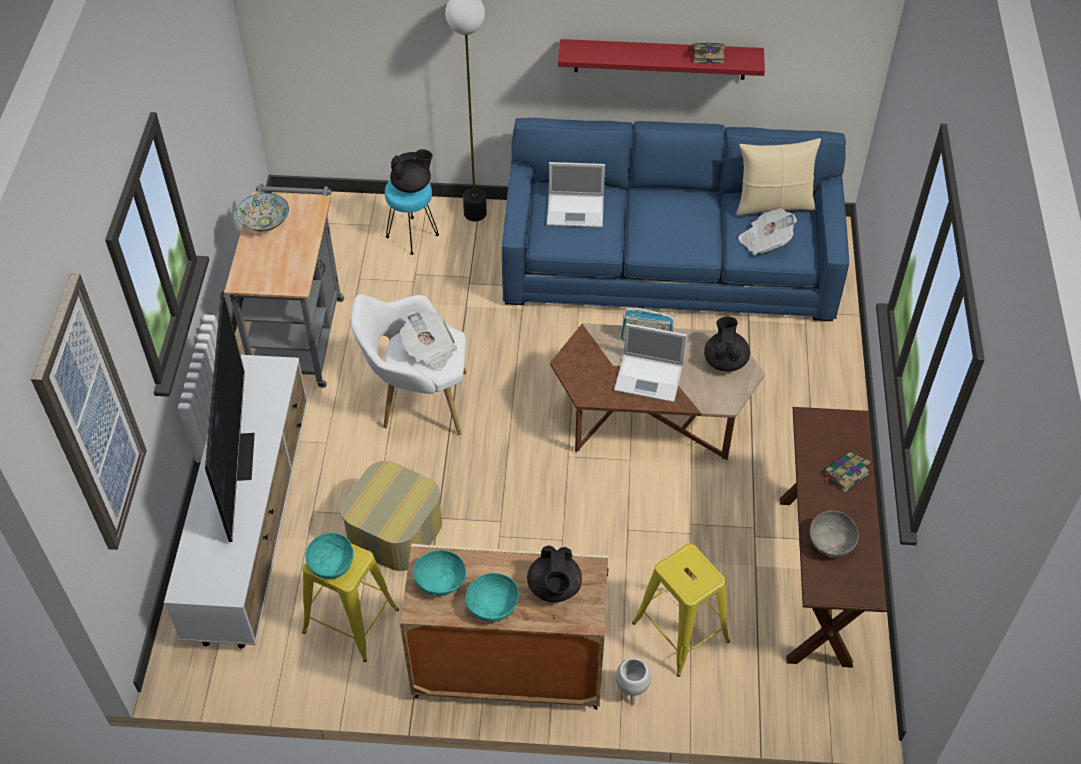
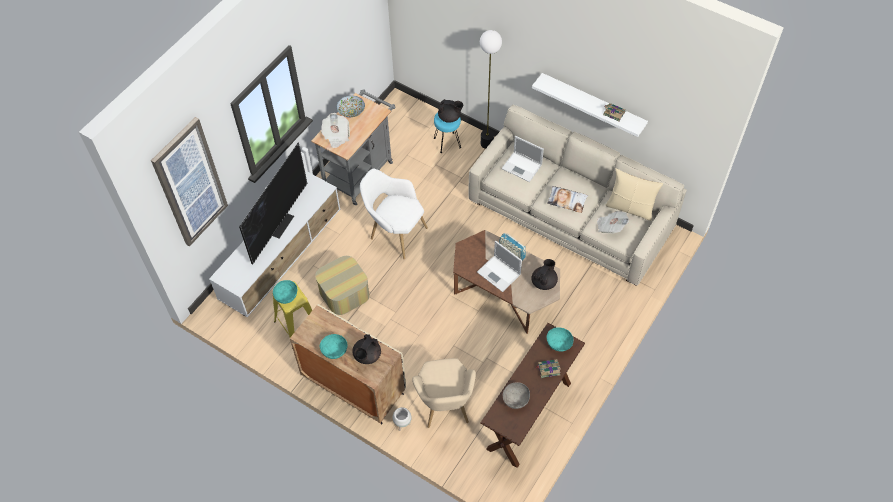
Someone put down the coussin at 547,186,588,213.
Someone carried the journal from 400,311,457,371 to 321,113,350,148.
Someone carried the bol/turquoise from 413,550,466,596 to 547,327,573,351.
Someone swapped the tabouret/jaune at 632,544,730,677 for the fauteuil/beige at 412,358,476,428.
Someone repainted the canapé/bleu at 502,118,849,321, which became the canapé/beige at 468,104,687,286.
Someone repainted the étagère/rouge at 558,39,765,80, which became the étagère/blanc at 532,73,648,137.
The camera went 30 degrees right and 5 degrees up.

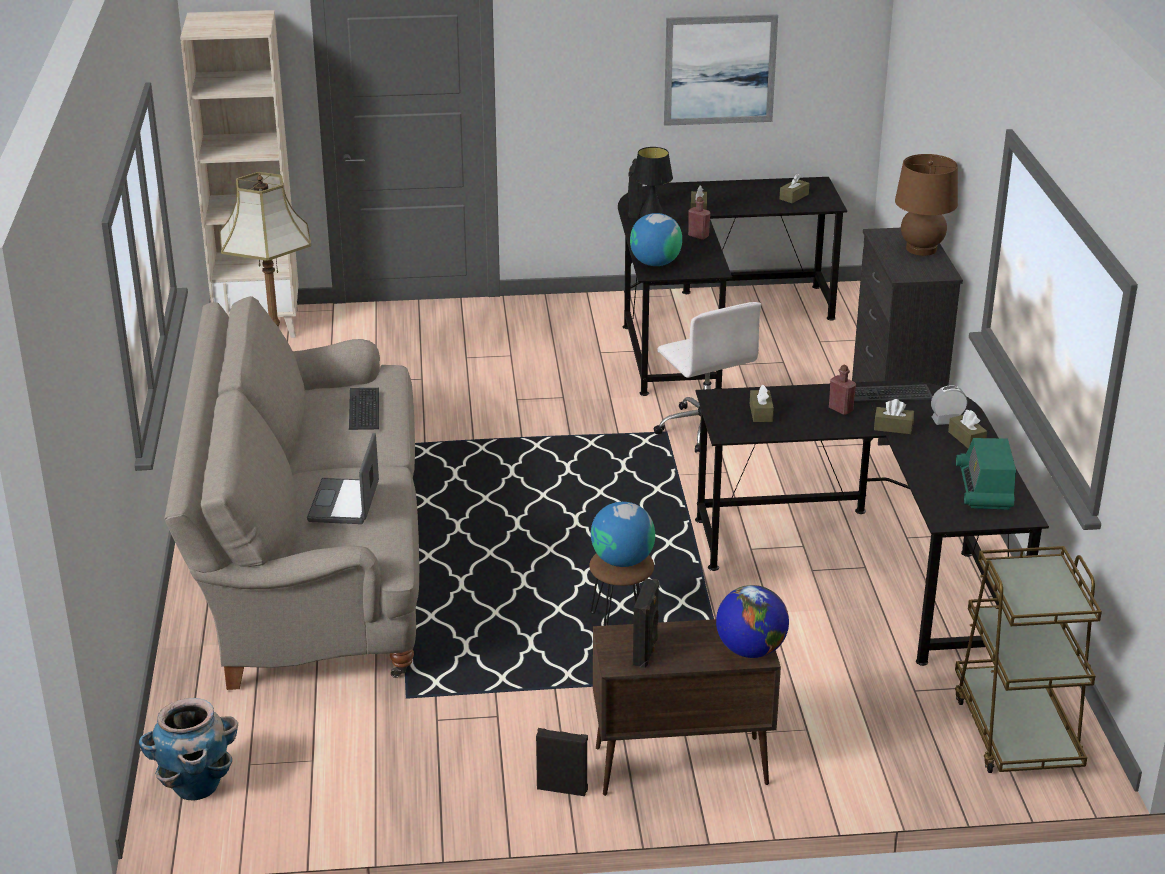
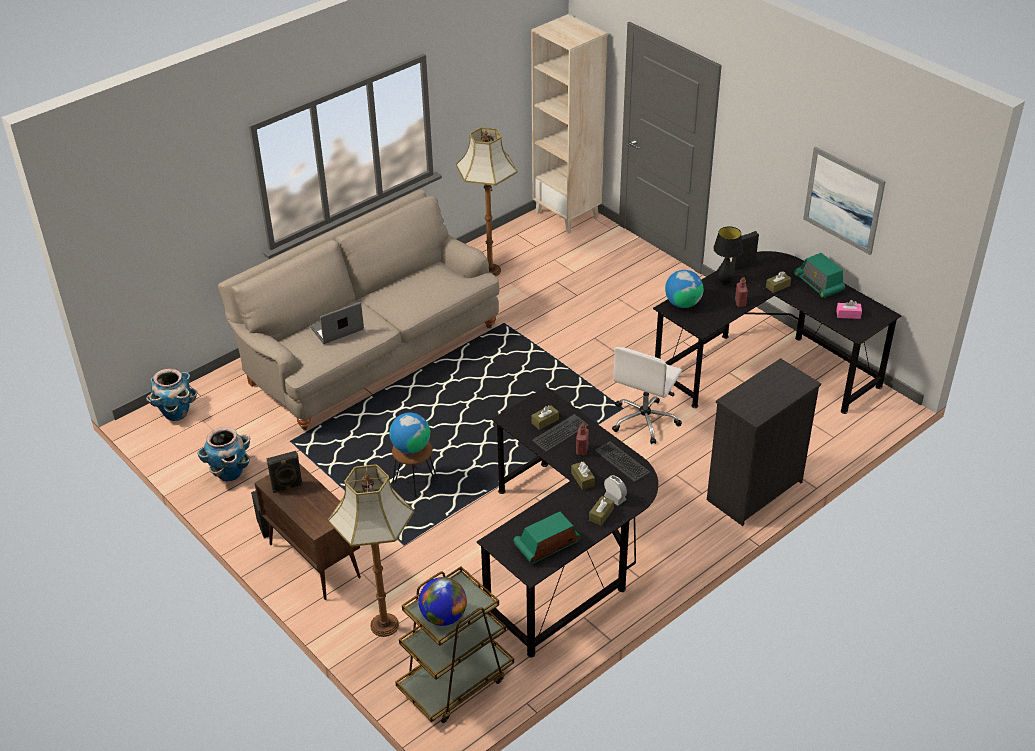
Someone took away the lampe de table/marron at 895,154,958,256.
Someone put down the cache-pot at 198,427,250,481.
Someone put down the lampadaire at 328,464,414,637.
Someone put down the radio at 794,253,845,298.
Someone carried the clavier from 349,388,379,430 to 532,414,589,452.
Someone carried the globe from 716,585,789,658 to 419,577,467,626.
Someone repainted the boîte à mouchoirs/marron at 780,174,810,203, which became the boîte à mouchoirs/rose at 836,300,862,319.
The camera went 55 degrees right and 10 degrees up.

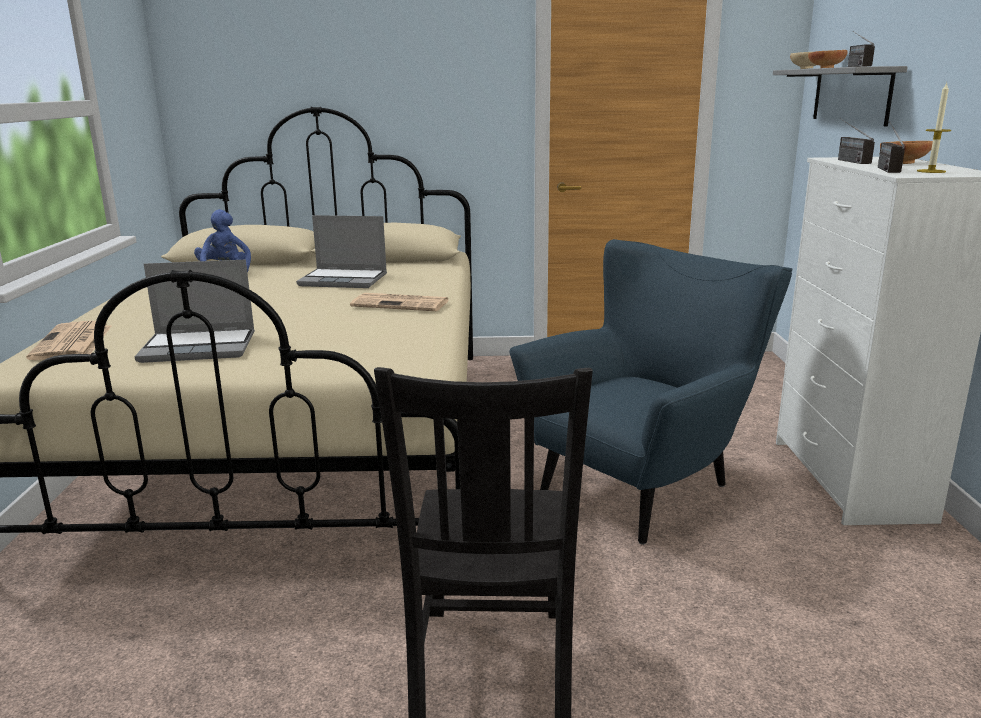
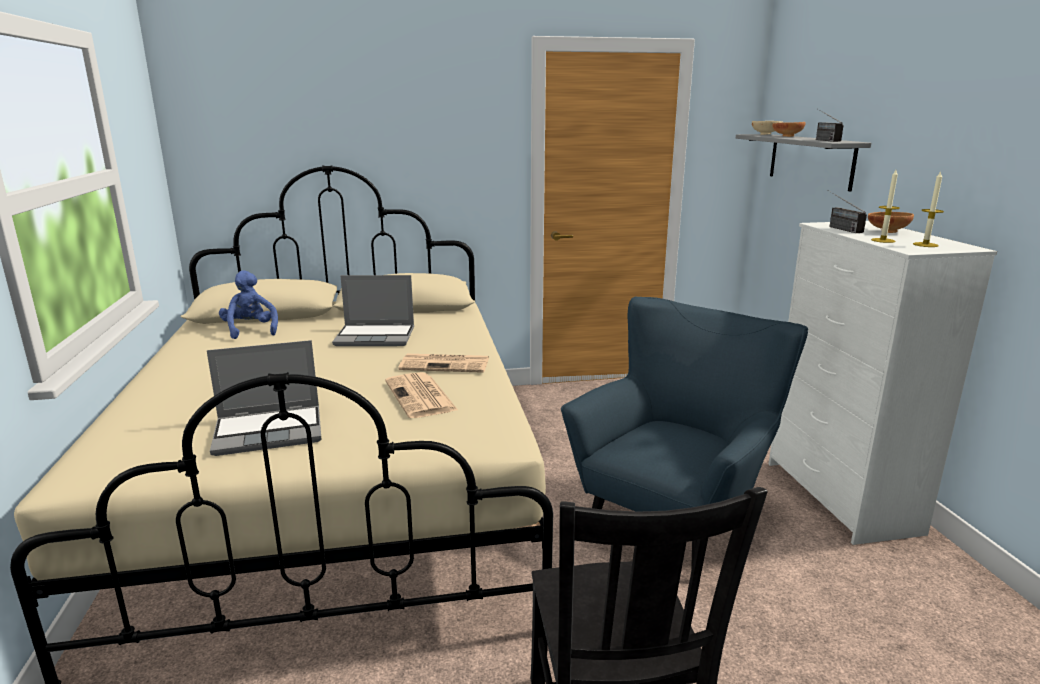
Someone carried the journal from 26,321,111,360 to 385,372,459,418.
Someone swapped the radio at 878,121,905,173 for the bougie at 871,170,900,243.
The camera went 10 degrees left and 0 degrees up.

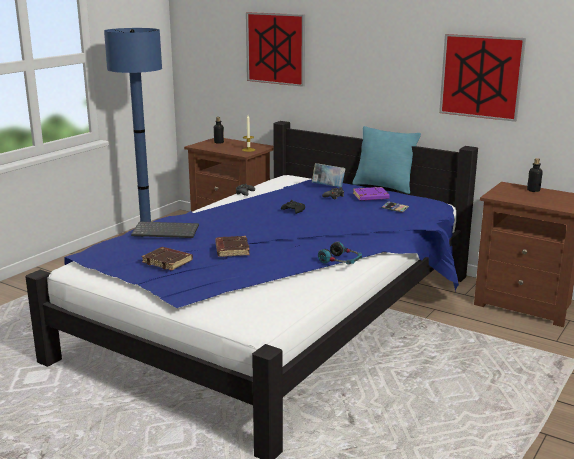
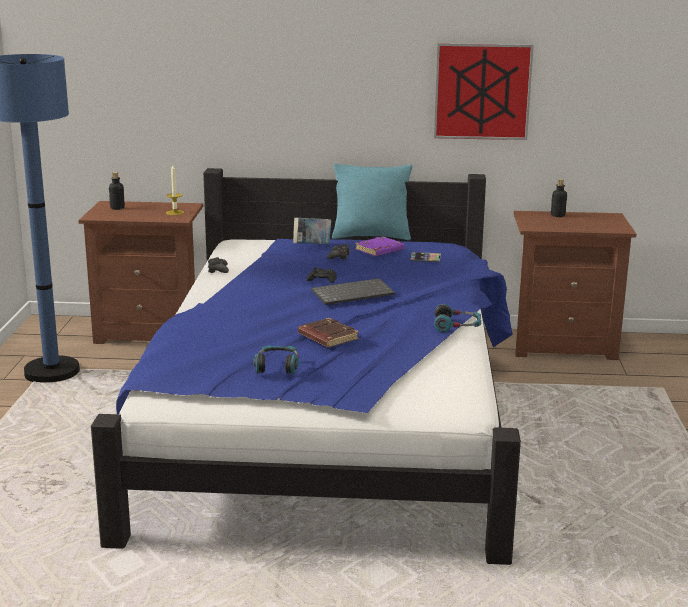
Someone took away the tableau at 246,12,305,87.
Someone carried the clavier from 131,221,199,238 to 311,278,395,305.
Someone swapped the livre/marron at 141,247,193,271 for the casque audio at 253,345,299,374.
The camera went 30 degrees left and 0 degrees up.

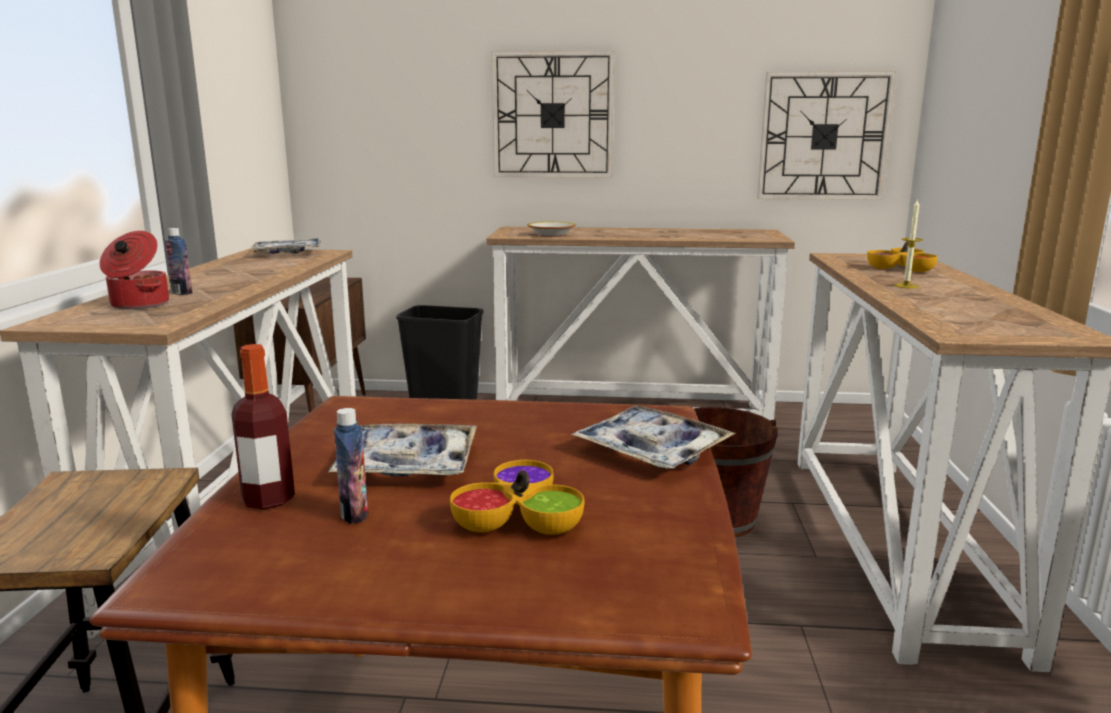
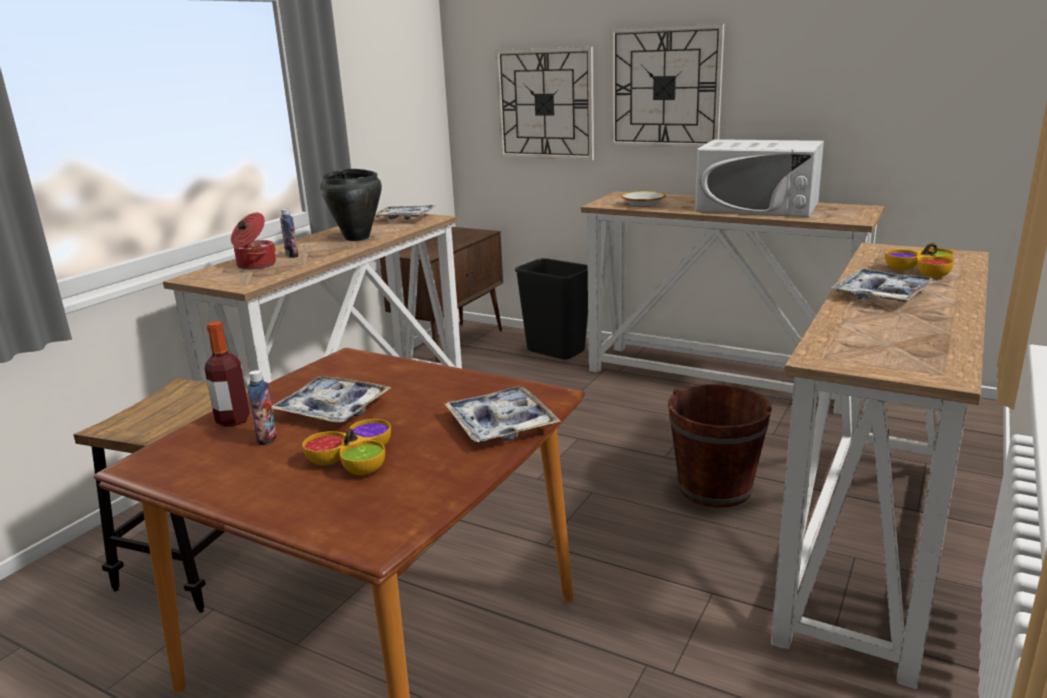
Someone put down the marmite/noir at 320,169,382,241.
Someone put down the micro-ondes/blanc at 695,139,824,217.
Someone carried the horloge murale from 757,71,896,200 to 495,47,594,160.
Someone swapped the bougie at 894,198,923,289 for the plateau at 830,269,937,302.
The camera went 25 degrees right and 5 degrees up.

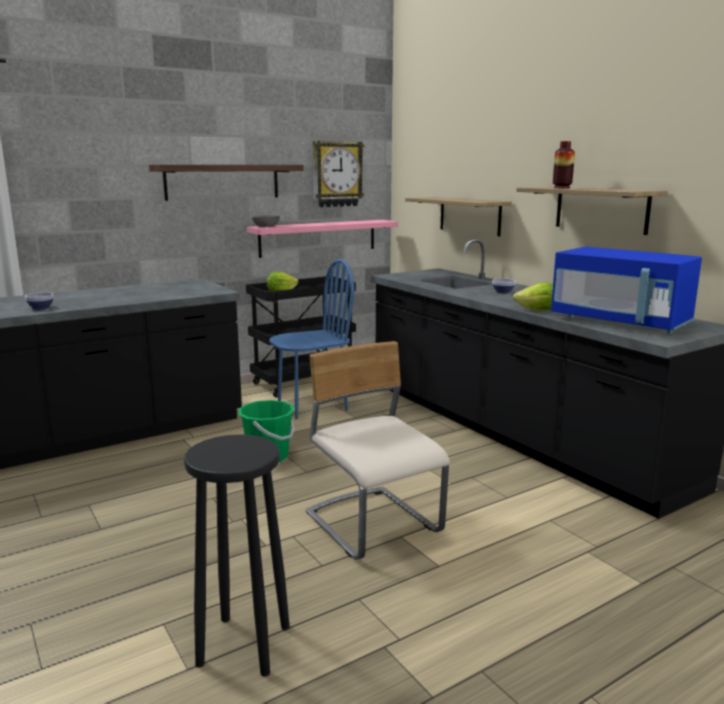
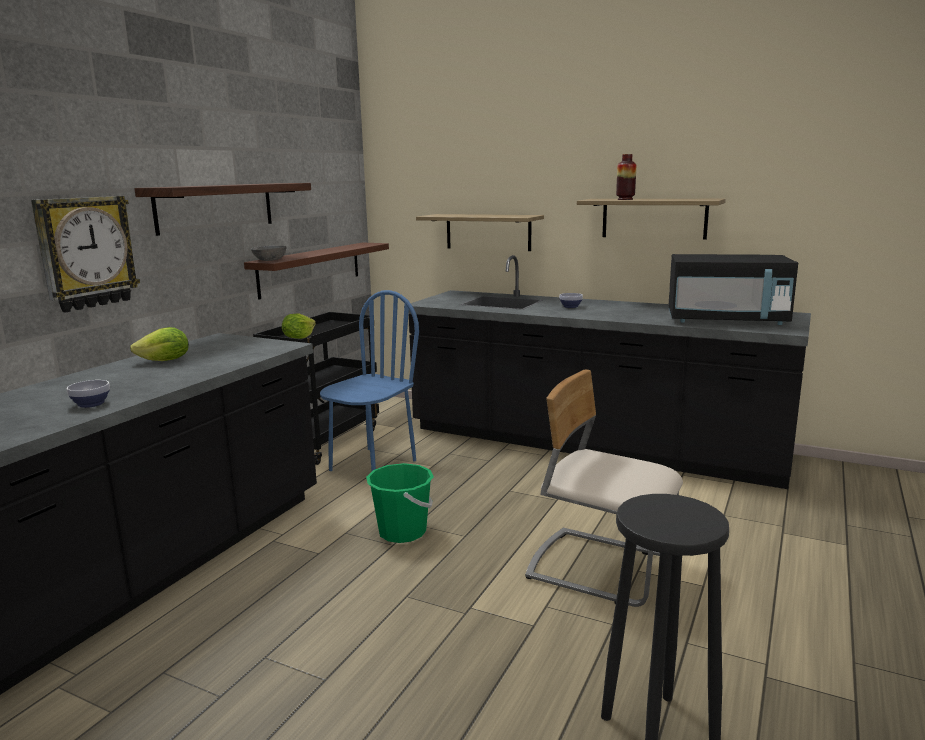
Someone carried the horloge murale from 313,141,364,207 to 31,196,140,312.
Someone carried the laitue from 513,283,553,311 to 130,327,189,361.
Someone repainted the étagère/rose at 247,220,398,258, which became the étagère/marron at 244,243,389,300.
Someone repainted the micro-ondes/bleu at 551,247,702,334, which became the micro-ondes/noir at 668,254,798,325.
The camera went 30 degrees left and 0 degrees up.

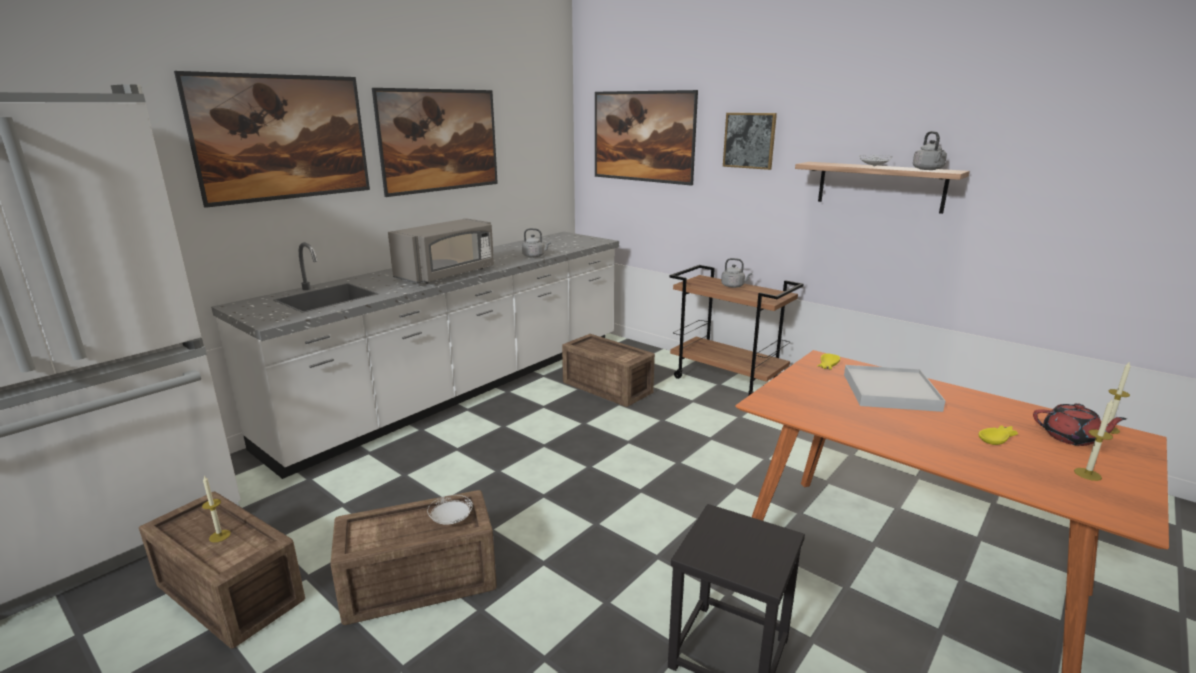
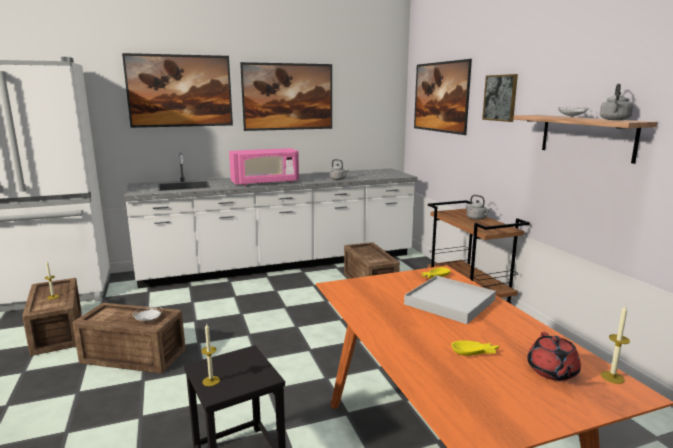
Someone carried the bougie from 1074,400,1114,481 to 201,324,220,386.
Someone repainted the micro-ondes/gris at 388,218,494,284, which became the micro-ondes/rose at 229,148,299,186.
Someone rotated the théière/rouge at 1033,403,1127,446 by 45 degrees clockwise.
The camera went 30 degrees right and 5 degrees down.

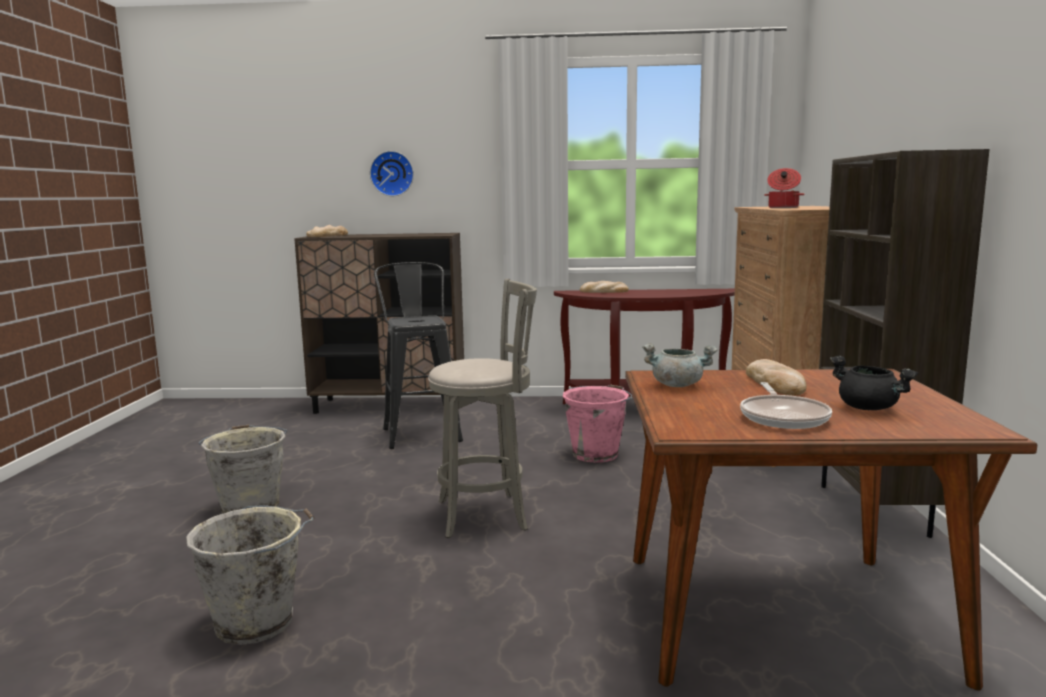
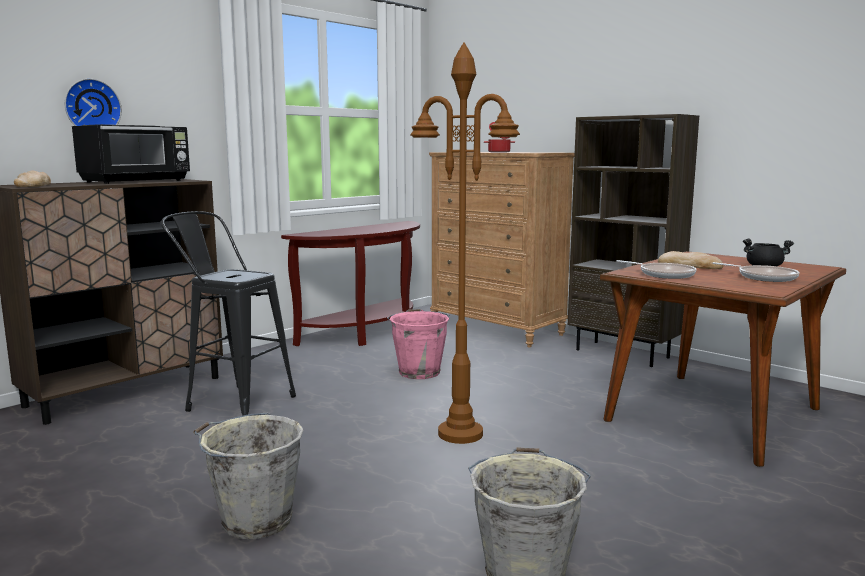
Someone took away the pain at 580,281,629,293.
Someone put down the micro-ondes/noir at 72,124,190,184.
Someone swapped the tabouret/gris at 428,279,537,538 for the lampadaire/marron at 410,43,520,444.
Someone swapped the marmite/gris at 642,343,718,387 for the poêle at 616,260,697,279.
The camera went 50 degrees left and 0 degrees up.

